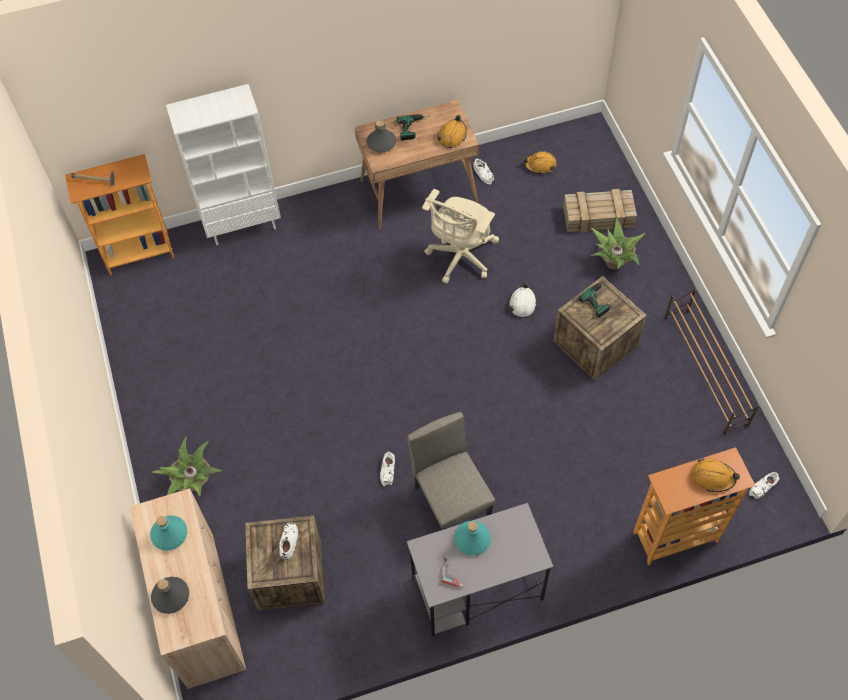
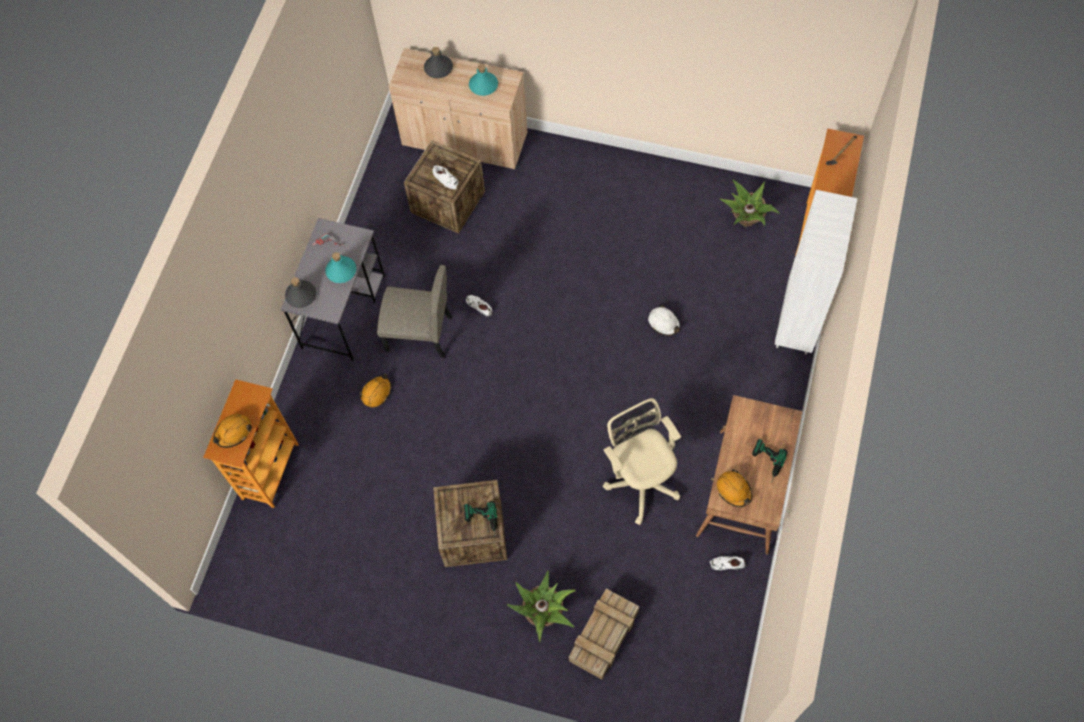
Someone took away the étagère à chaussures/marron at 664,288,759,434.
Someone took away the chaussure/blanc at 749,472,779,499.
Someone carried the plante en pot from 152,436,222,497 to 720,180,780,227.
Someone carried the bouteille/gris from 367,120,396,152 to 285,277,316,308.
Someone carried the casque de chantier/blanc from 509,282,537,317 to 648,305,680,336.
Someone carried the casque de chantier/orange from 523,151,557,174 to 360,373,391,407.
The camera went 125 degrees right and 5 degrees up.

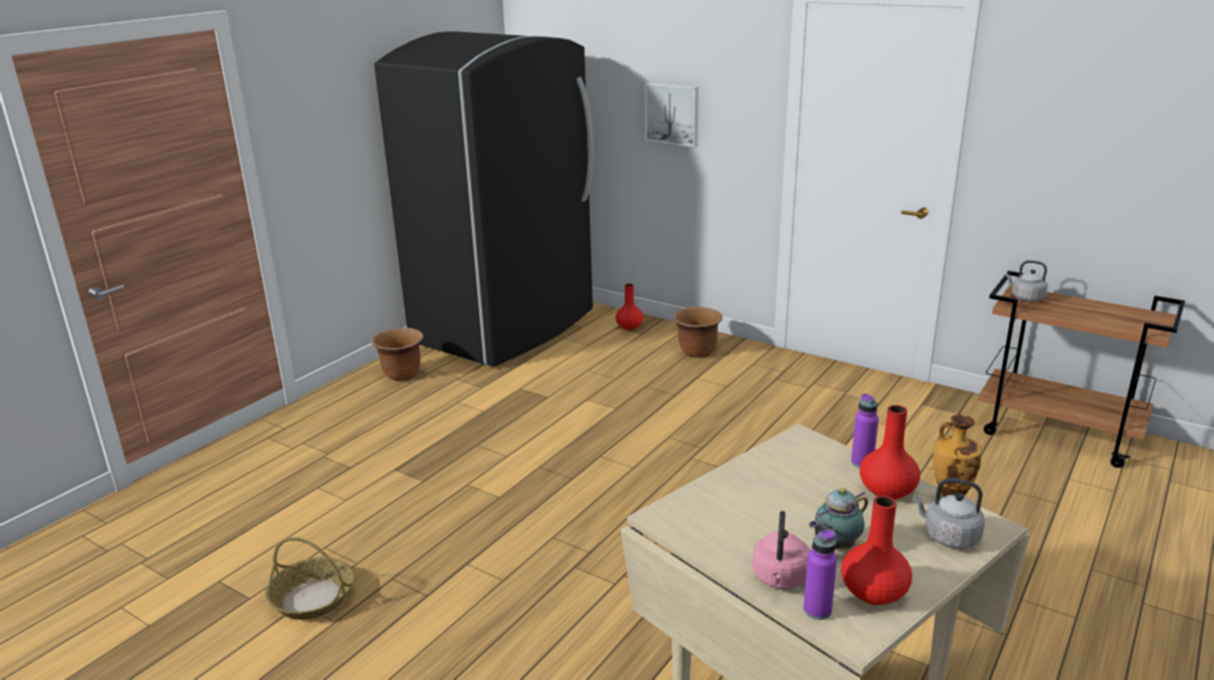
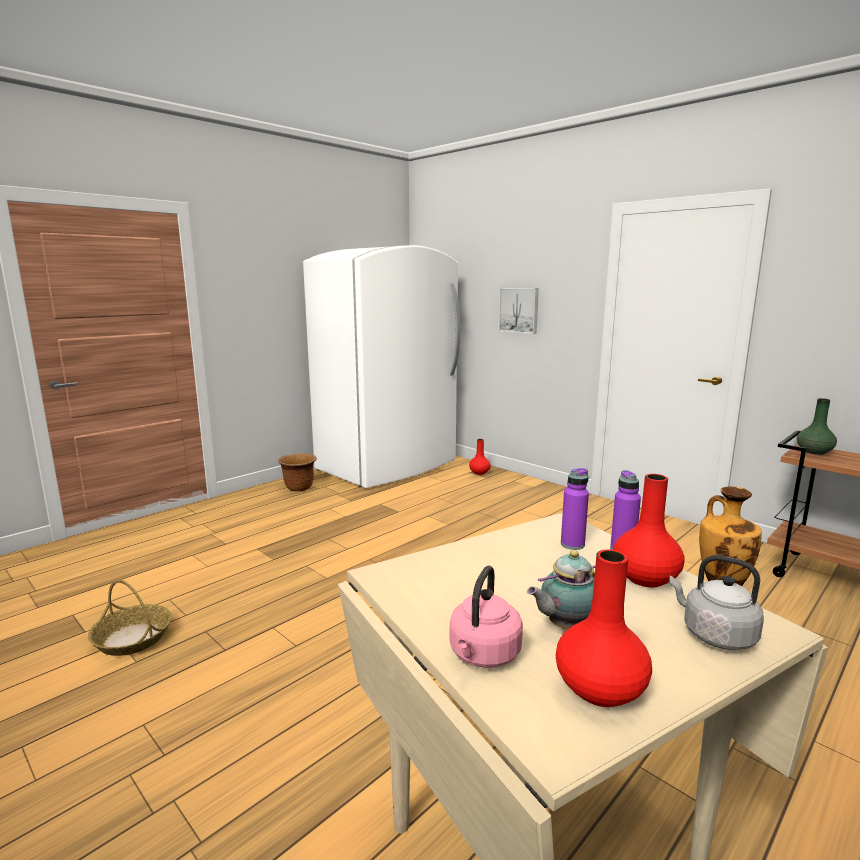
Someone took away the cache-pot/marron at 673,307,722,358.
Someone carried the bouteille/violet from 803,529,837,620 to 561,468,589,550.
Someone swapped the bouilloire/gris at 1005,260,1048,302 for the vase/vert at 797,398,837,455.
Someone repainted the réfrigérateur/noir at 374,32,594,367, which became the réfrigérateur/blanc at 303,245,460,488.
The camera went 10 degrees right and 10 degrees down.

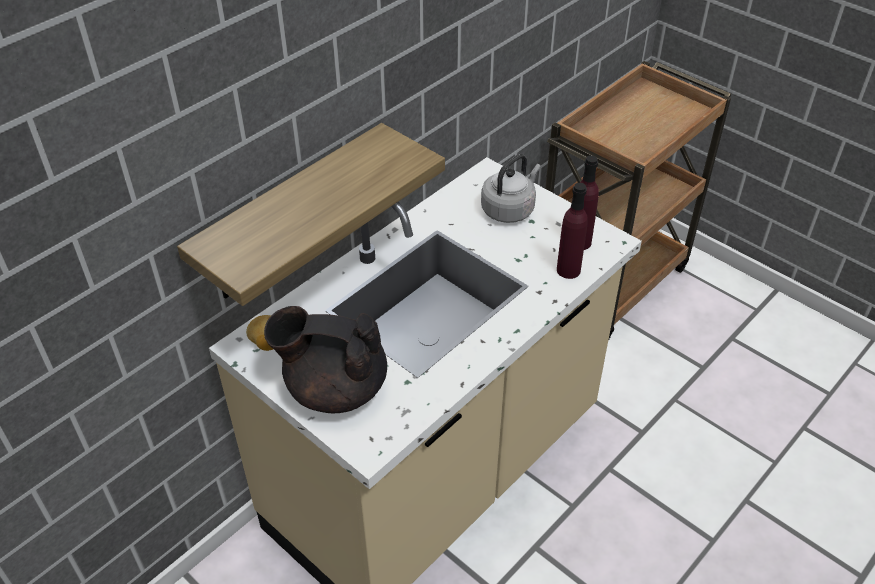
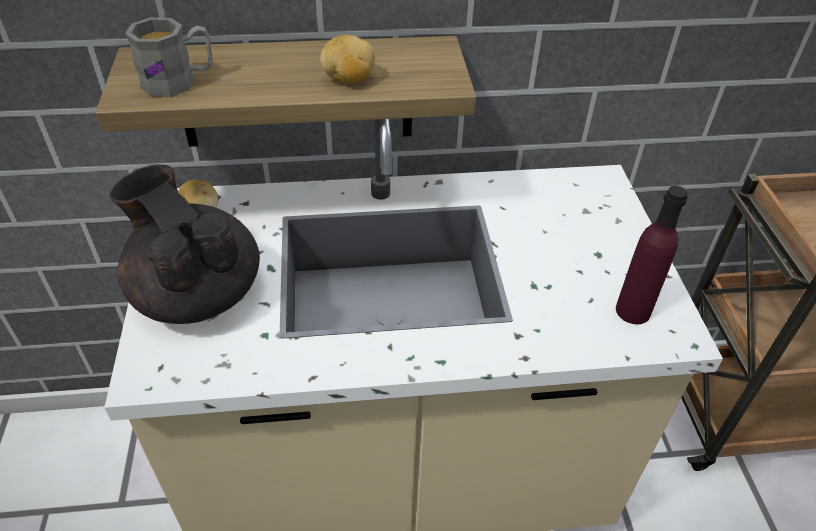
Someone took away the bouilloire/gris at 481,154,541,223.
Someone took away the bouteille/violet at 557,183,588,279.
Someone put down the mug/gris at 125,17,213,97.
Someone put down the pomme de terre at 320,35,375,83.
The camera went 40 degrees right and 0 degrees up.

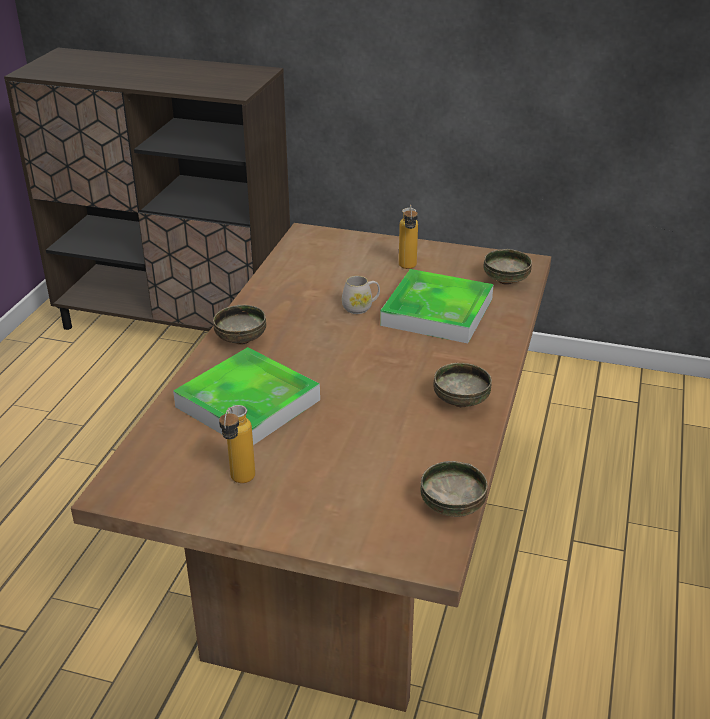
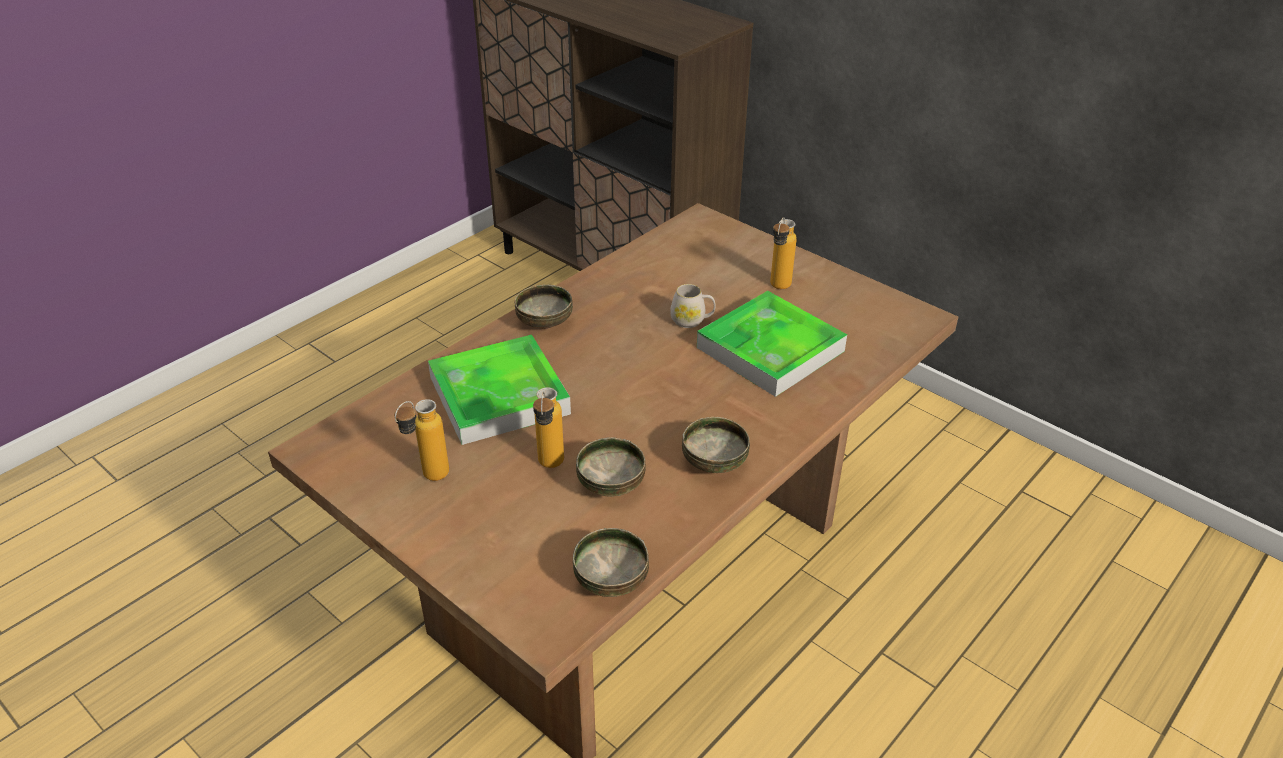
Someone put down the bouteille at 533,387,564,468.
Someone carried the bol from 483,249,532,285 to 576,437,646,497.
The camera went 25 degrees right and 5 degrees up.

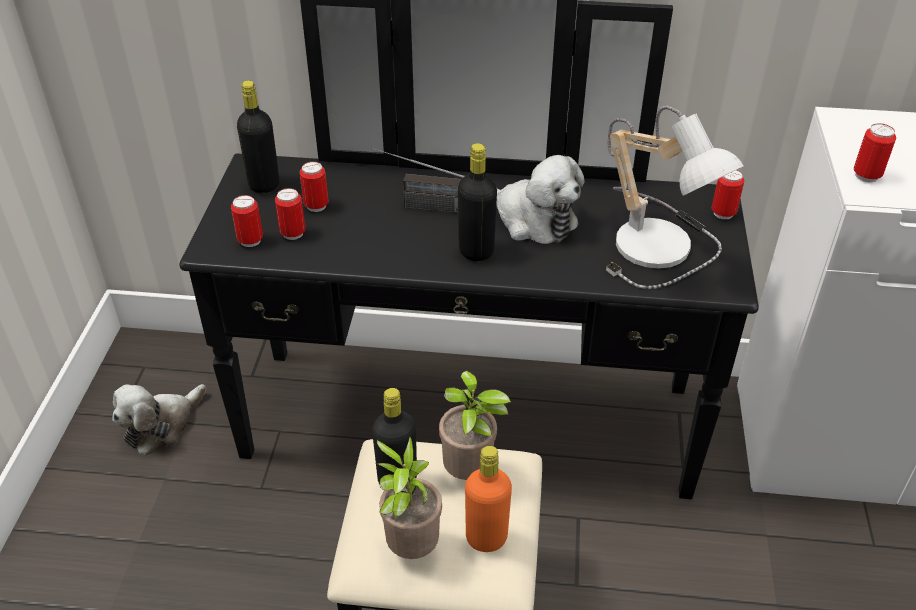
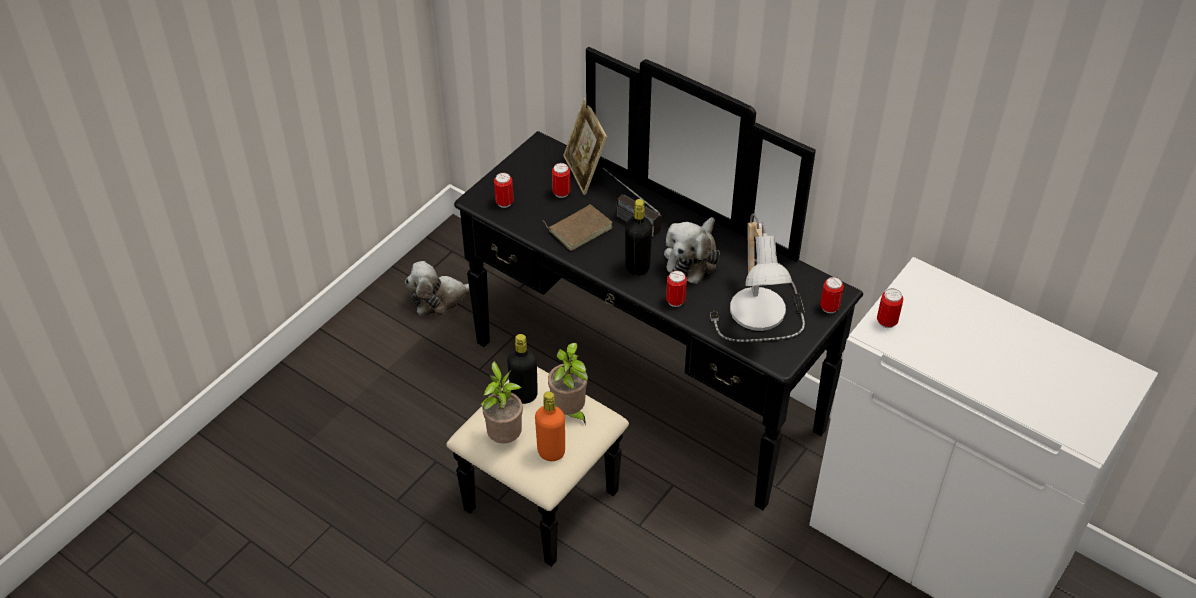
Someone took away the bouteille/noir at 237,80,279,193.
Someone put down the livre/marron at 543,204,612,251.
Someone put down the cadre photo at 563,98,608,195.
Someone carried the boîte métallique from 275,188,305,240 to 666,270,687,307.
Someone rotated the peluche at 496,155,585,244 by 45 degrees clockwise.
The camera went 30 degrees right and 5 degrees up.

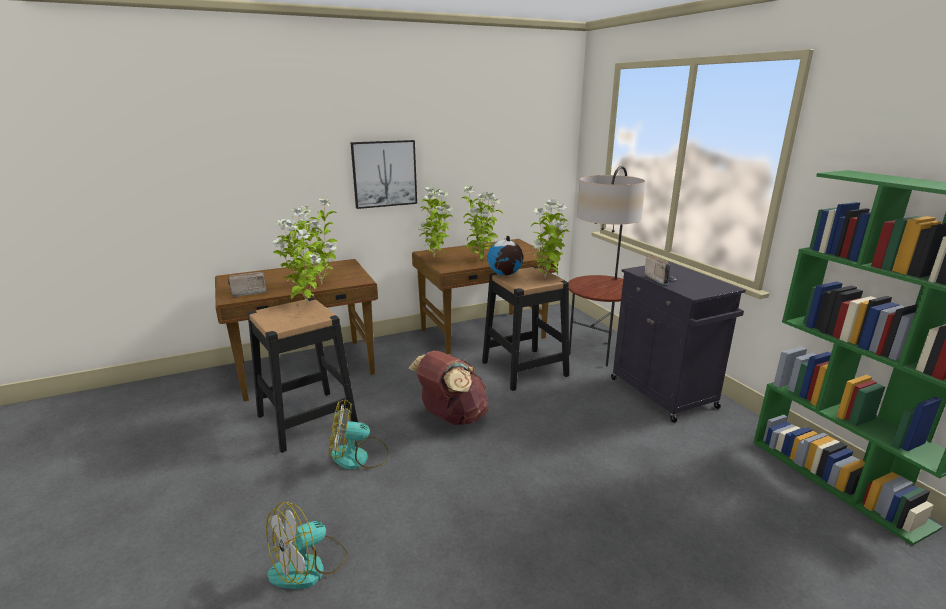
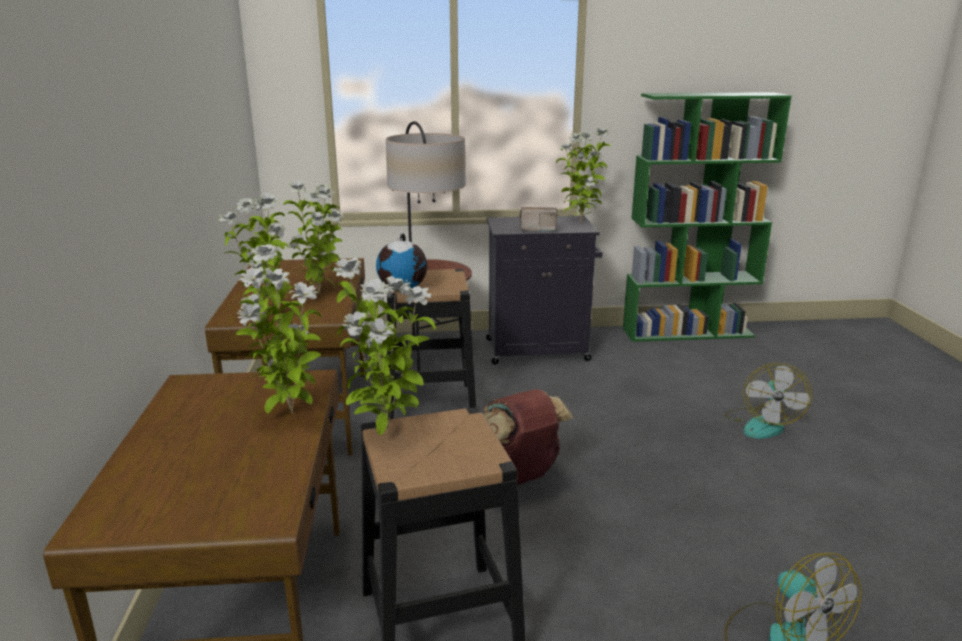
Someone took away the radio at 228,272,267,297.
Someone took away the tableau at 350,140,417,209.
Someone carried the ventilateur from 329,399,389,469 to 725,363,812,439.
Someone carried the plante en pot from 531,199,570,279 to 556,127,610,222.
The camera went 70 degrees left and 0 degrees up.

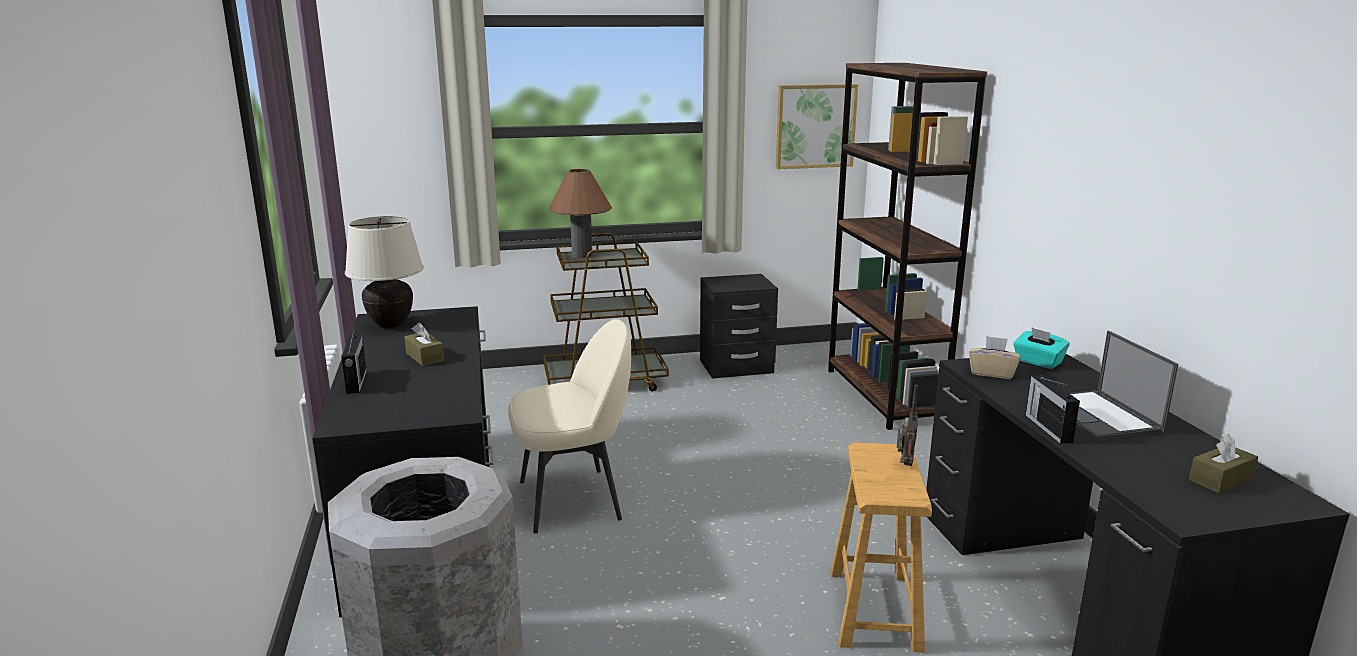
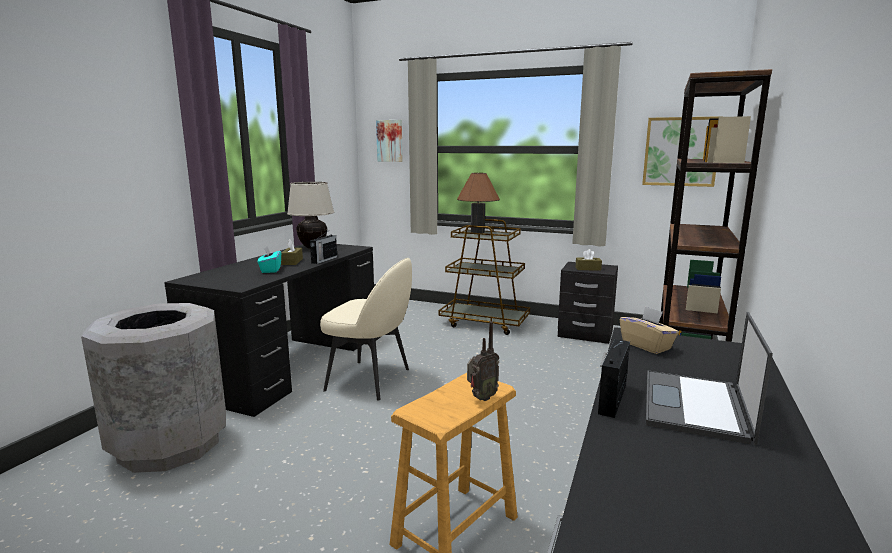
Someone put up the tableau at 376,120,403,162.
Someone carried the radio from 341,330,367,394 to 310,231,337,264.
Someone carried the boîte à mouchoirs/turquoise from 1013,327,1070,369 to 258,247,281,273.
Someone carried the boîte à mouchoirs/marron from 1189,433,1258,493 to 576,249,602,271.
The camera went 35 degrees right and 5 degrees down.

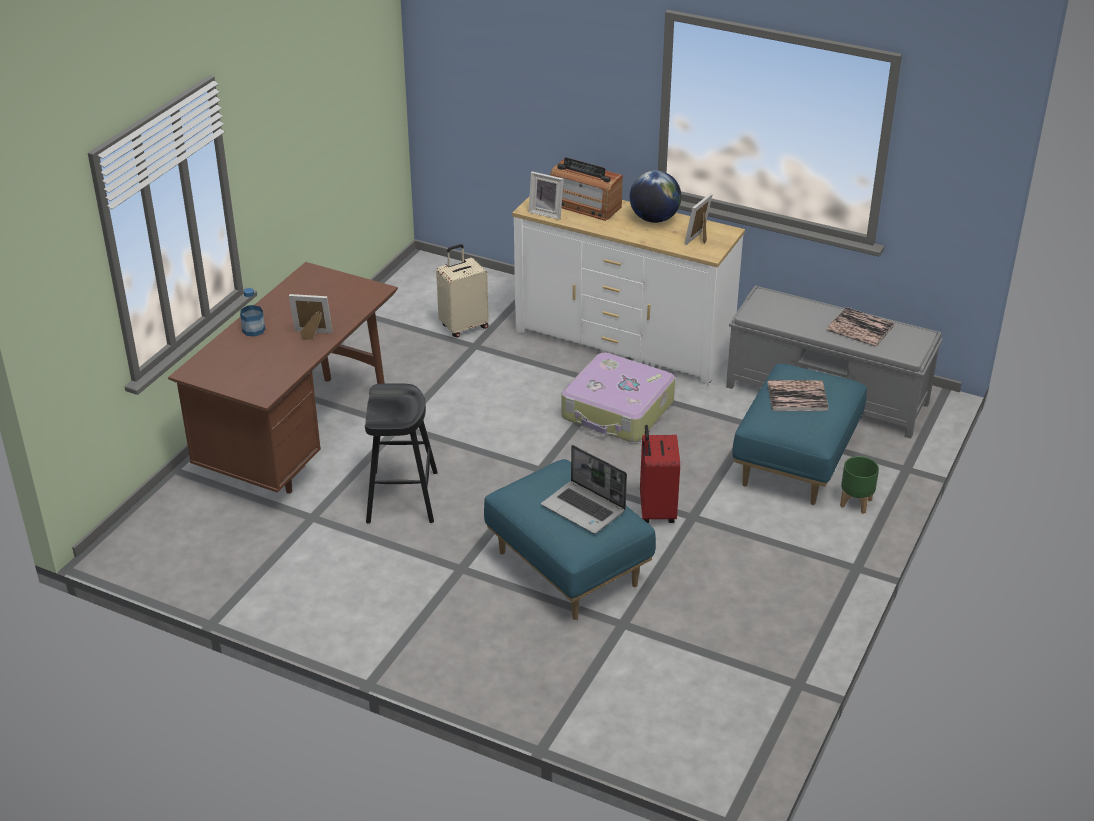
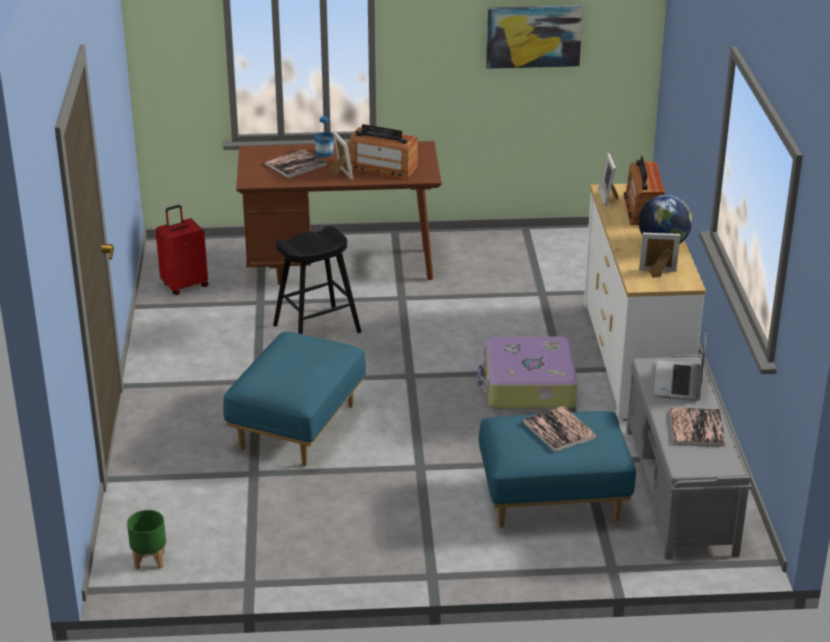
Someone took away the valise/beige at 436,244,489,337.
Someone put down the livre at 265,149,326,179.
Someone put down the radio at 349,124,418,180.
Someone put up the tableau at 486,5,583,69.
Someone carried the ordinateur portable from 541,445,627,534 to 653,329,706,401.
Someone carried the valise/rouge from 640,425,680,523 to 156,205,208,295.
Someone carried the cache-pot/vert from 840,456,879,514 to 127,510,166,570.
The camera went 60 degrees right and 5 degrees down.

